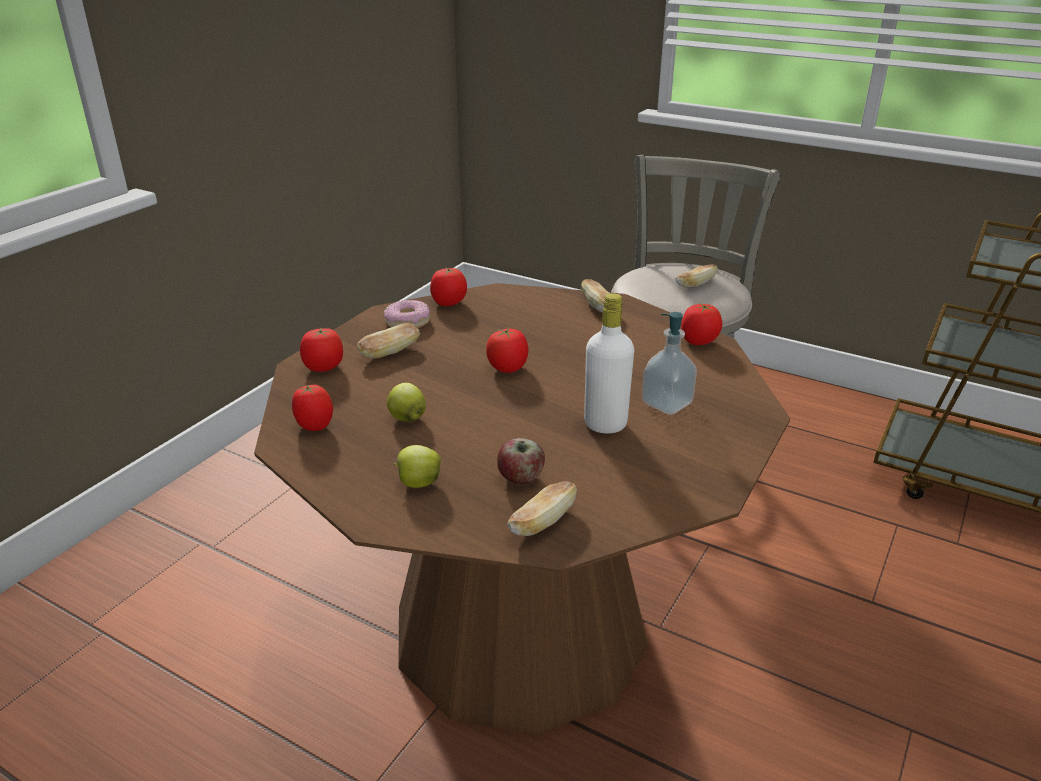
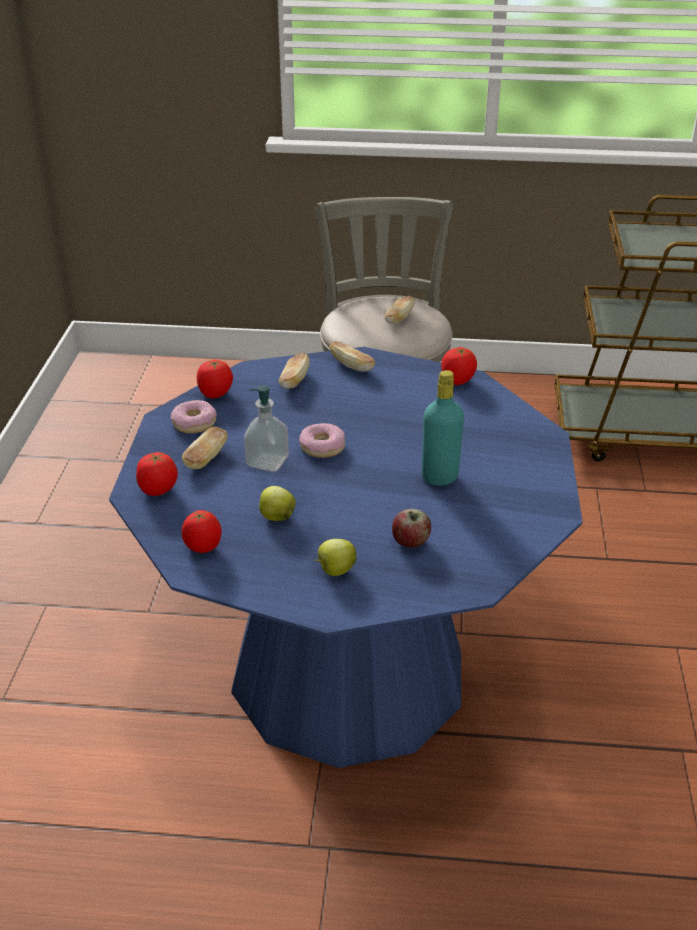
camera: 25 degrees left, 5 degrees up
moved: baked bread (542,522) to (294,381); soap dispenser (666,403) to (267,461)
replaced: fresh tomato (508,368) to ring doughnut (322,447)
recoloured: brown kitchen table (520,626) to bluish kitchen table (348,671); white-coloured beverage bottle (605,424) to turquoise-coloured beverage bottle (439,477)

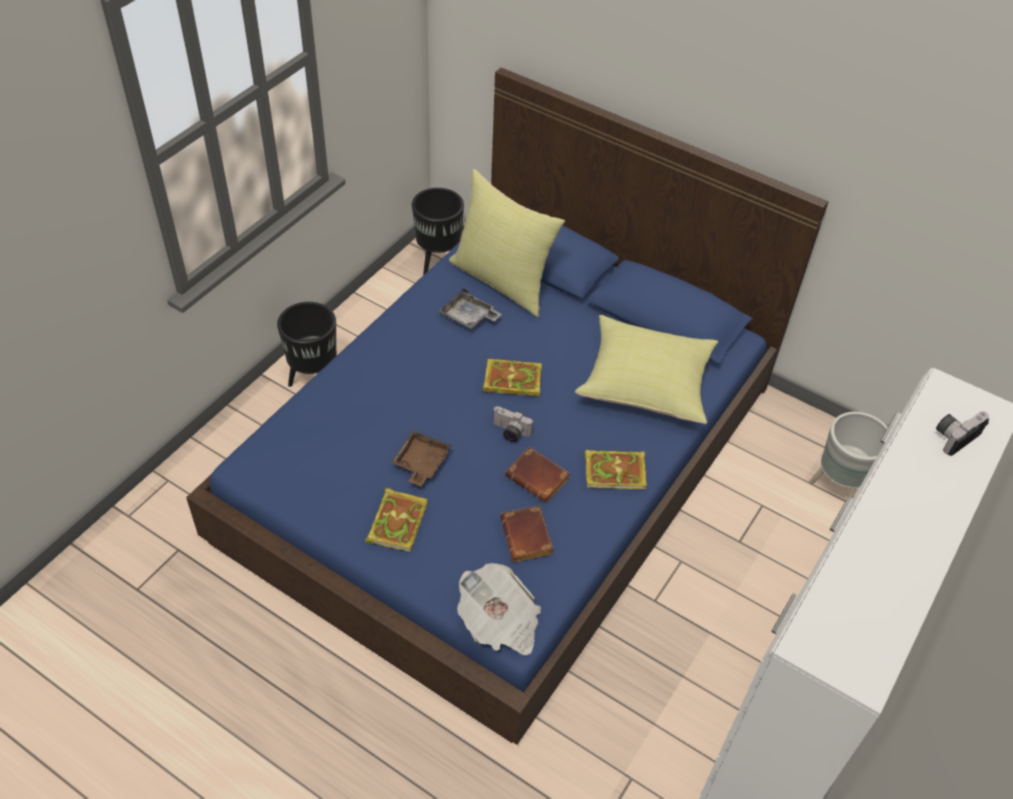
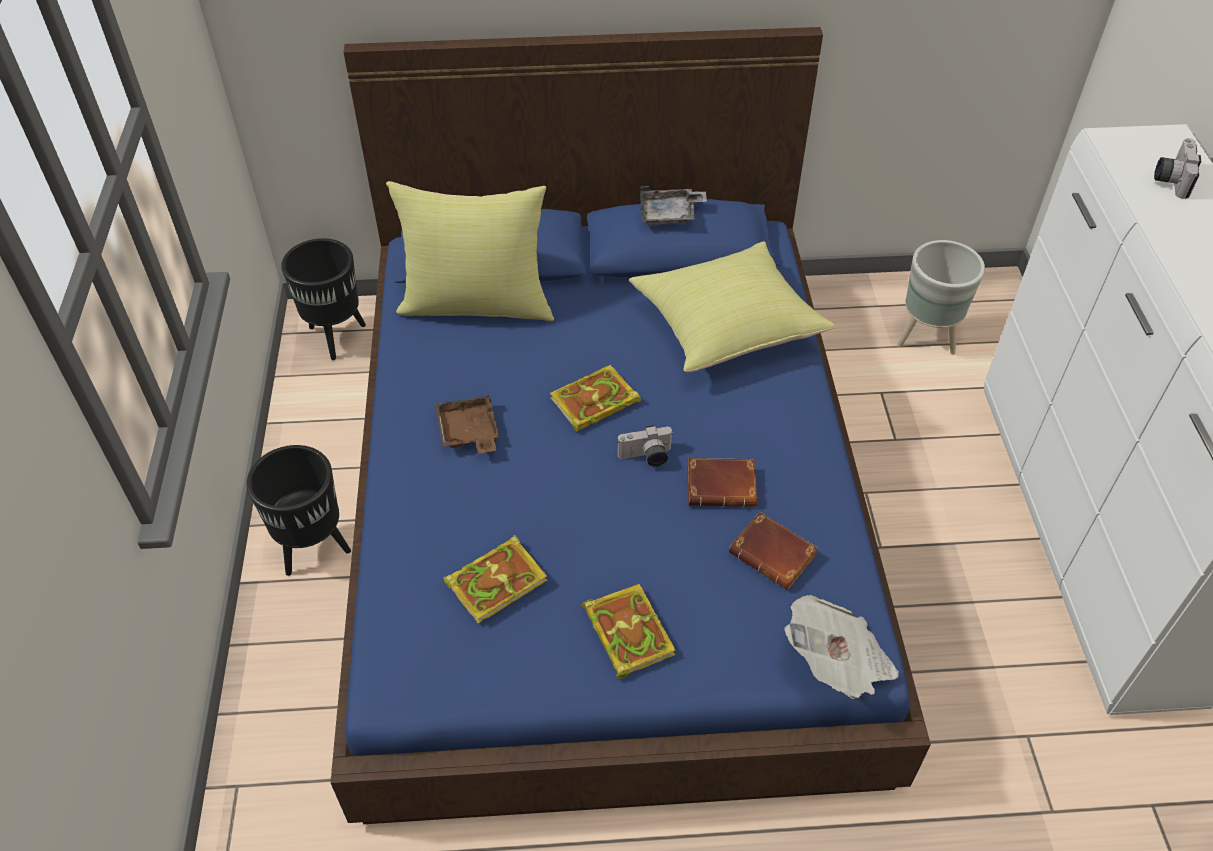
camera: 35 degrees left, 0 degrees up
moved: brown serving tray (421,463) to (469,432); grey serving tray (469,317) to (670,214); volume (616,471) to (498,580)

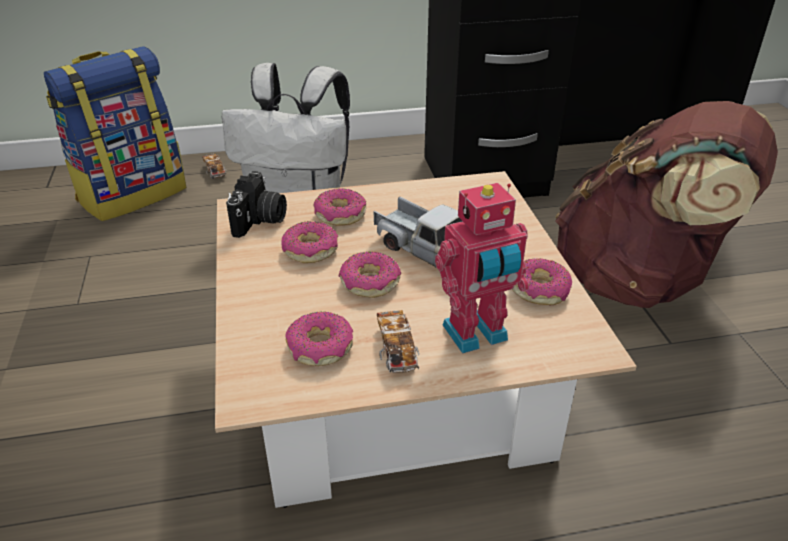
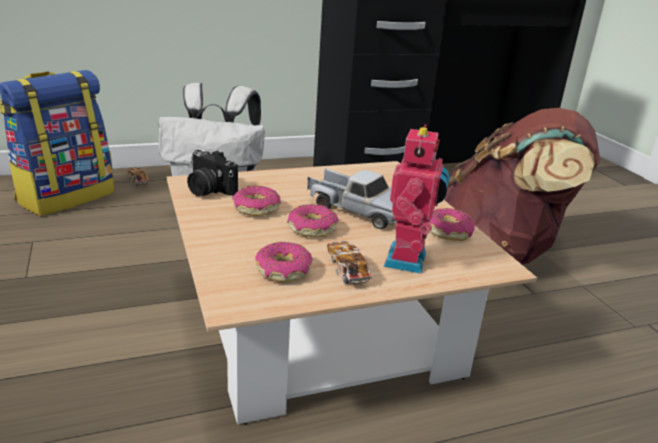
camera: 10 degrees left, 10 degrees down
removed: ring doughnut (340,215)
turned: photo camera (260,221) = (208,190) 120 degrees clockwise; robot figure (477,335) = (409,260) 45 degrees counterclockwise

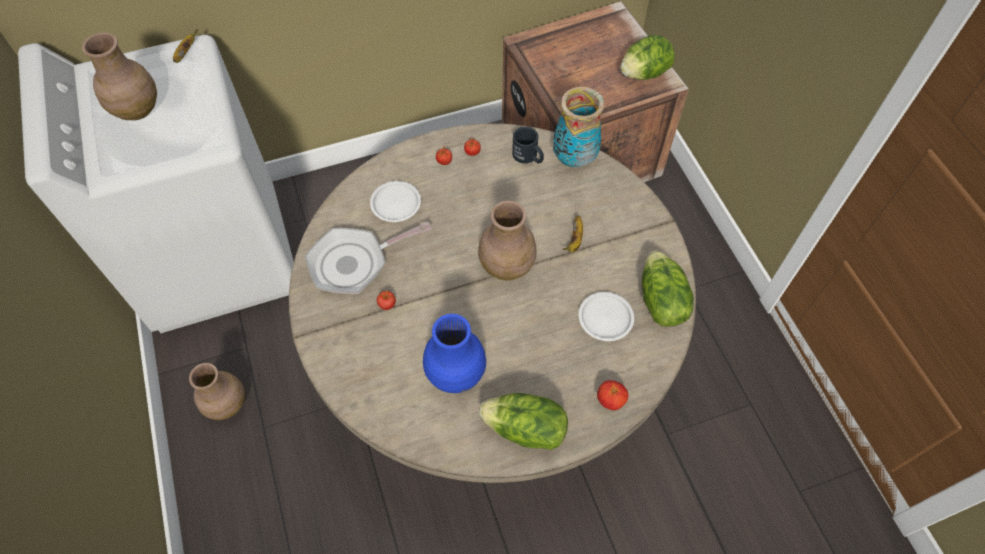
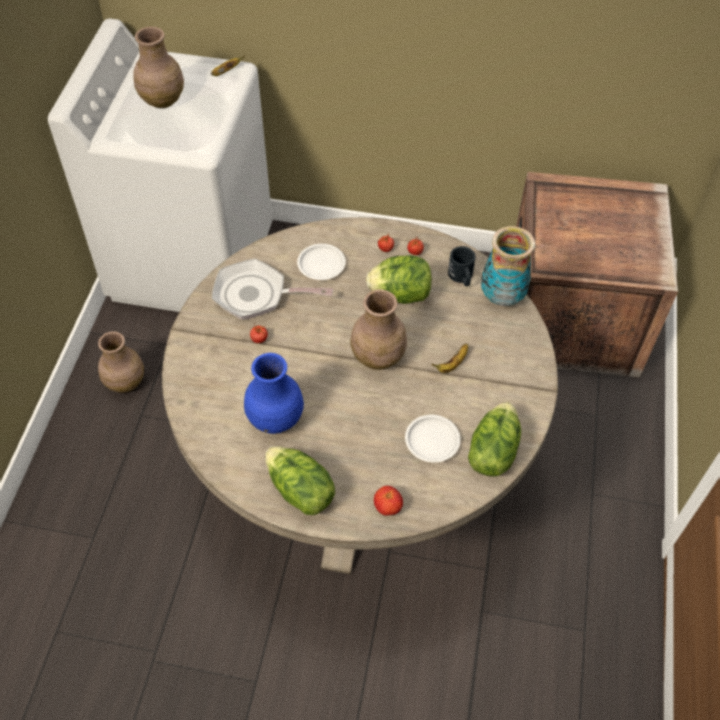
camera: 30 degrees right, 5 degrees down
moved: lettuce (644,73) to (400,295)

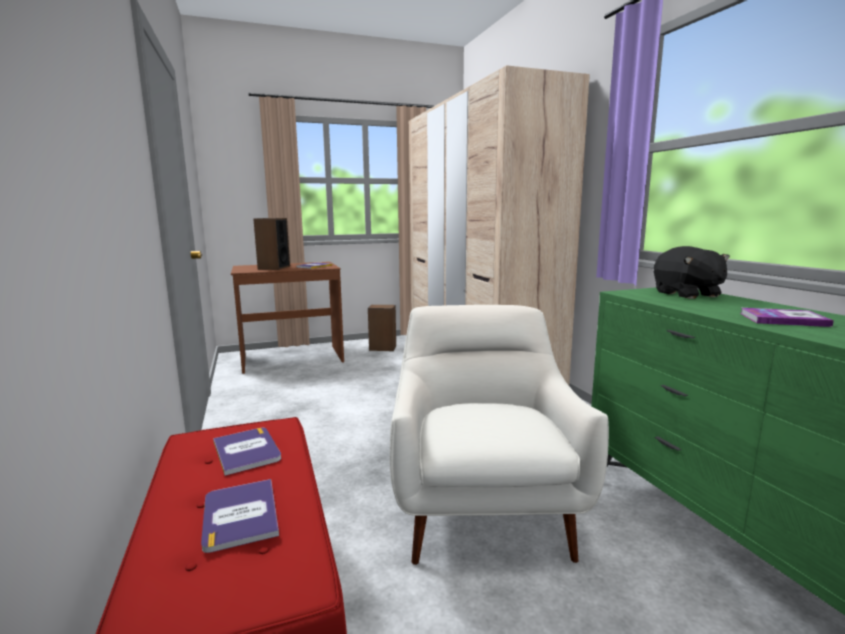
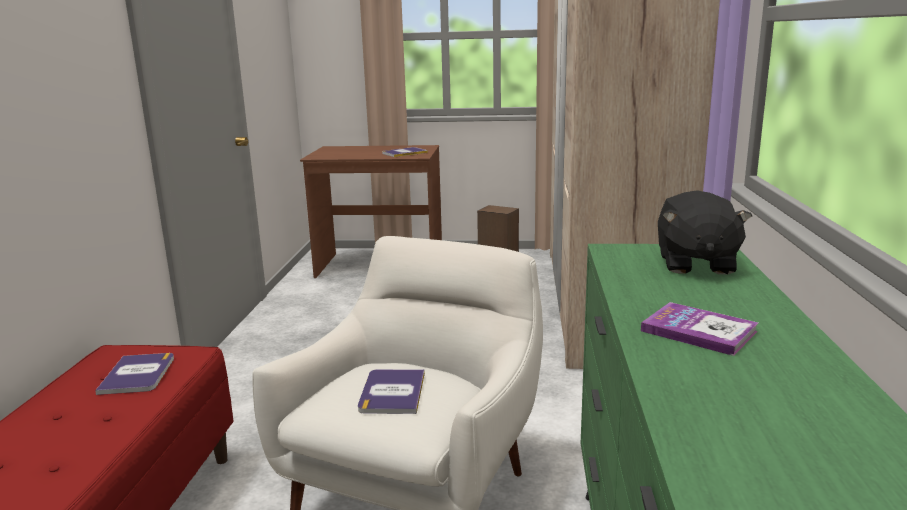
camera: 25 degrees right, 5 degrees up
removed: speaker (274,268)
moved: volume (240,515) to (392,392)

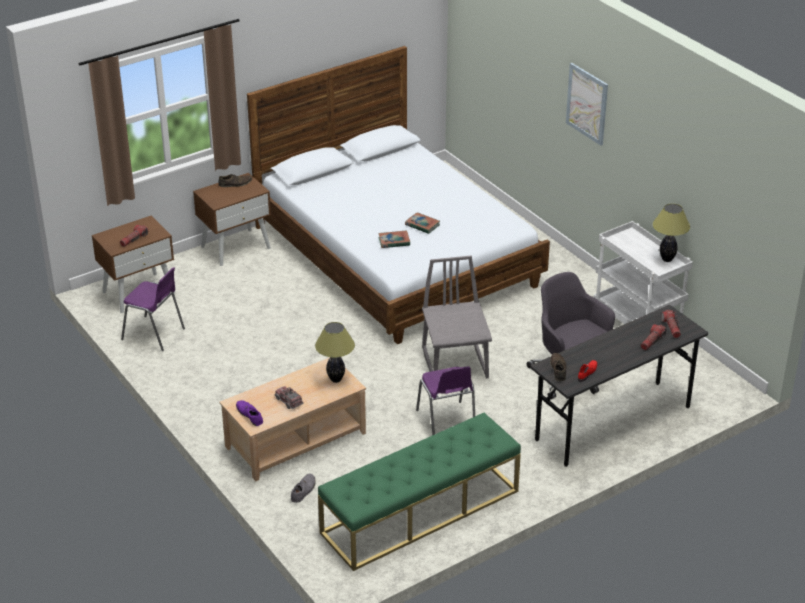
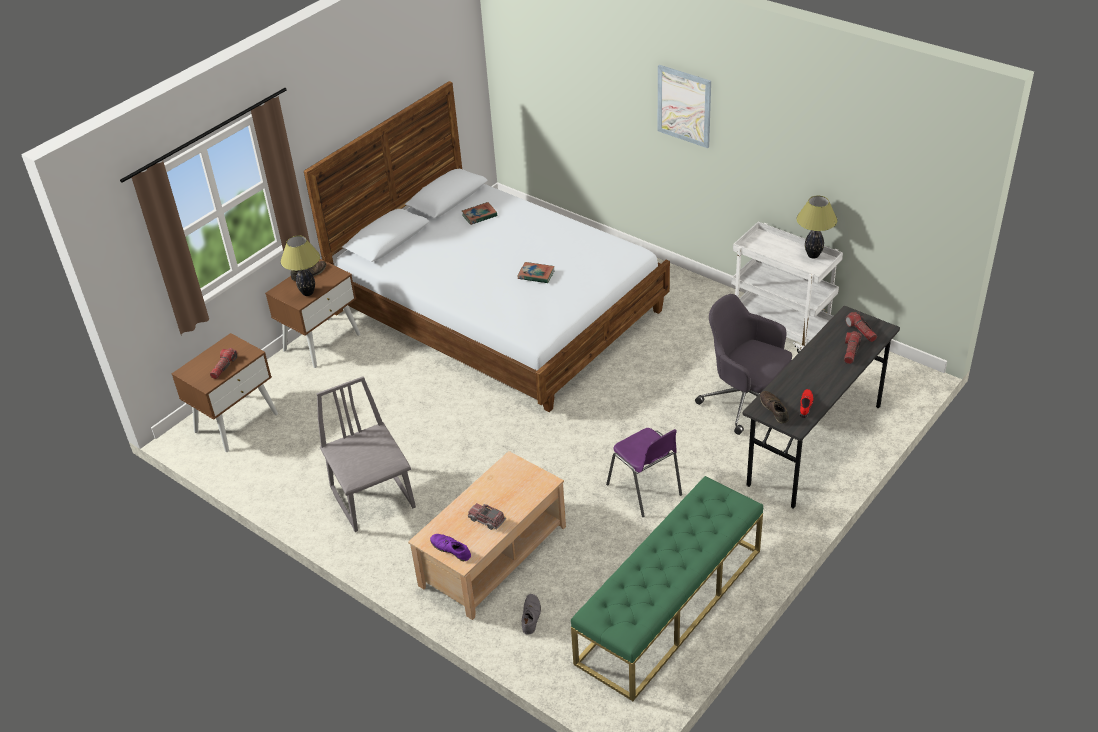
camera: 15 degrees left, 5 degrees up
removed: purplish plain chair (154,334)
moved: tabletop lamp (335,379) to (307,293); volume (394,241) to (479,215); grey plain chair (456,363) to (373,498)

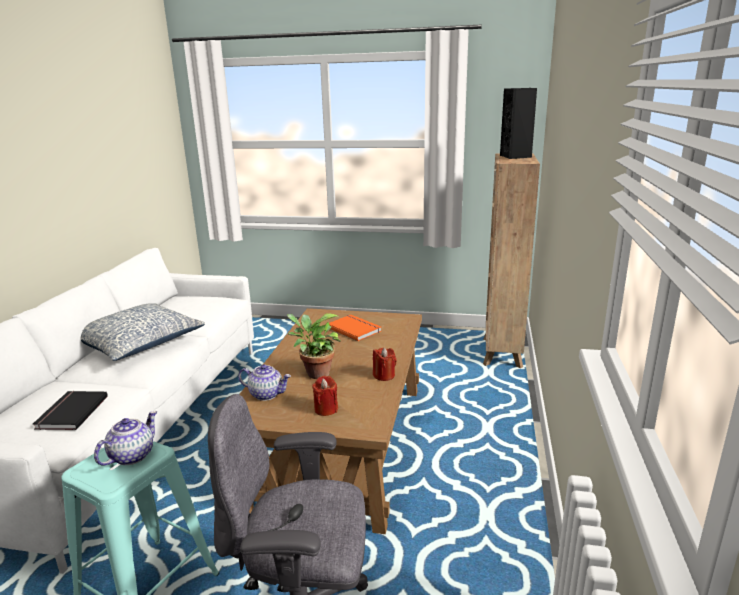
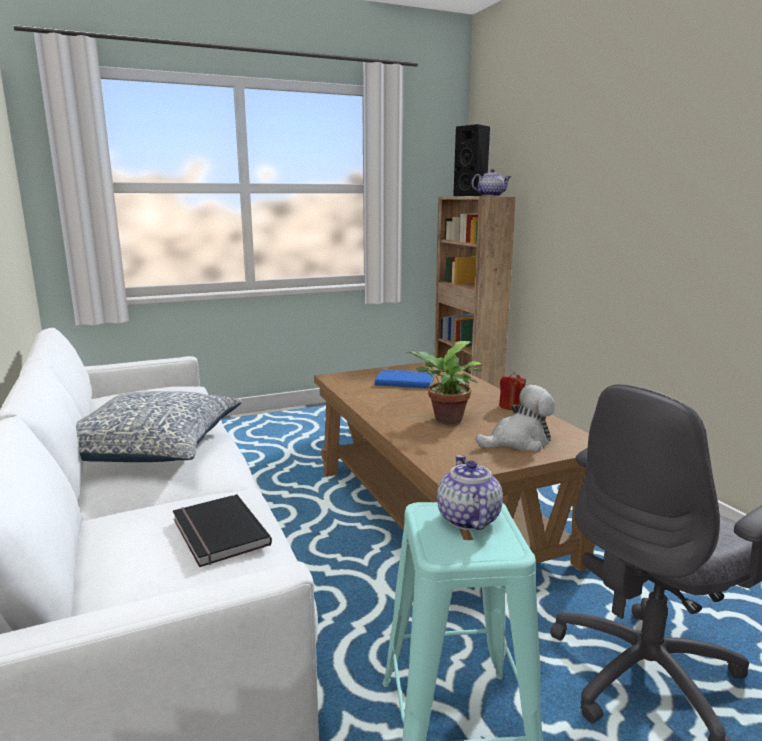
camera: 35 degrees left, 5 degrees down
moved: pot for tea (267,394) to (490,196)
replaced: red wax candle (326,409) to plush toy (518,441)
recoloured: orange volume (355,329) to bluish volume (405,381)

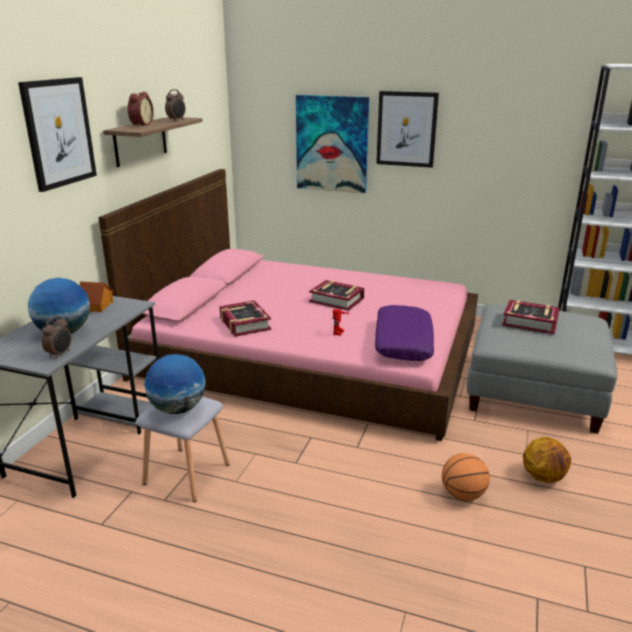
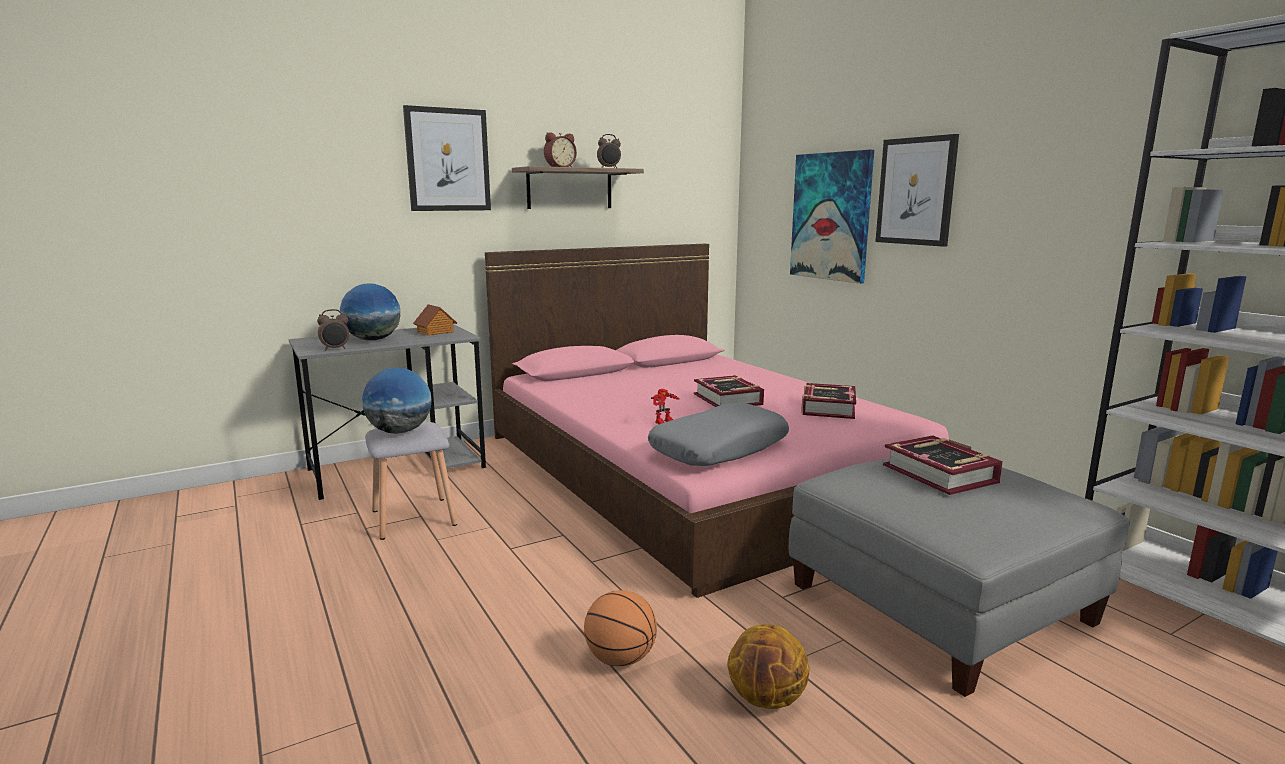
camera: 40 degrees right, 10 degrees down
moved: volume (244,323) to (828,408)
recoloured: purplish pillow (402,342) to grey pillow (719,449)

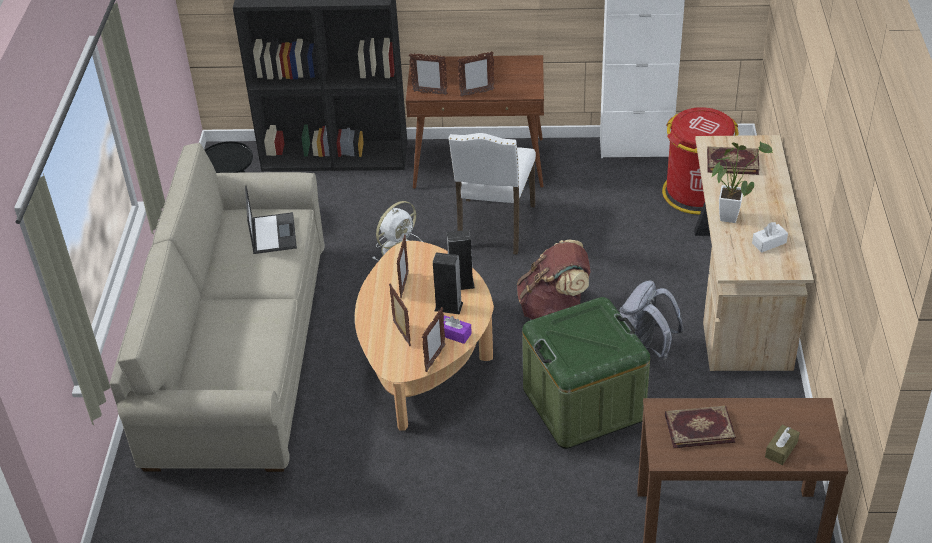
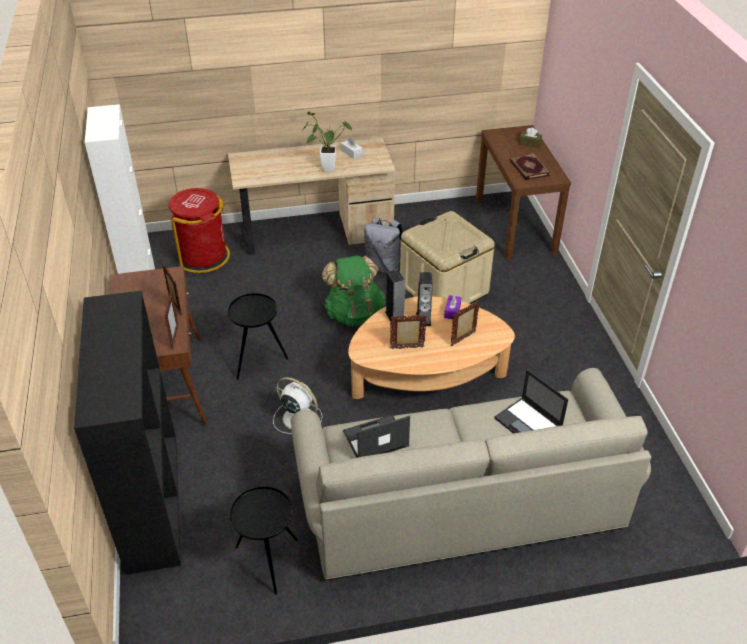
camera: 105 degrees left, 0 degrees up
removed: photo frame (435,359); volume (732,162)
added: laptop (529,423)
replaced: white-coloured plain chair (493,227) to blackish side table (258,361)
recoloured: brown rucksack (554,310) to greenish rucksack (354,314); greenish storage container (583,404) to beige-coloured storage container (444,289)

